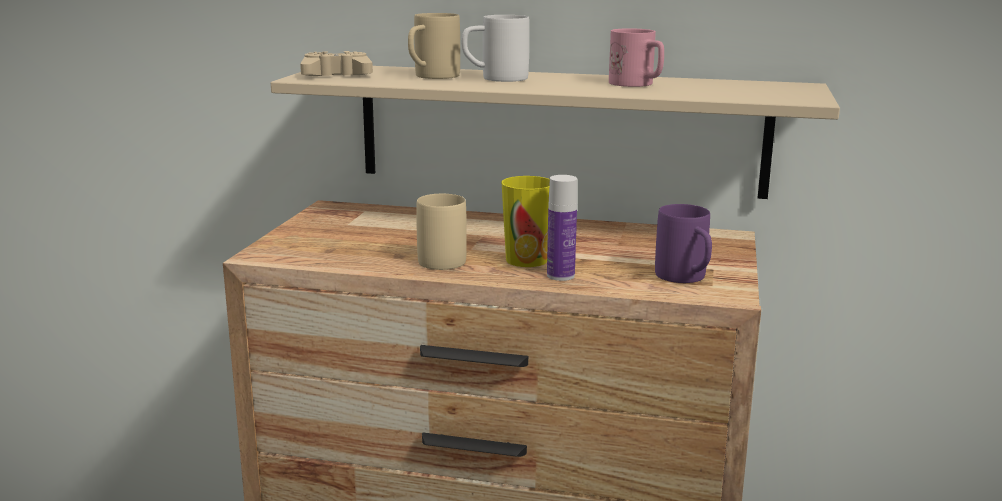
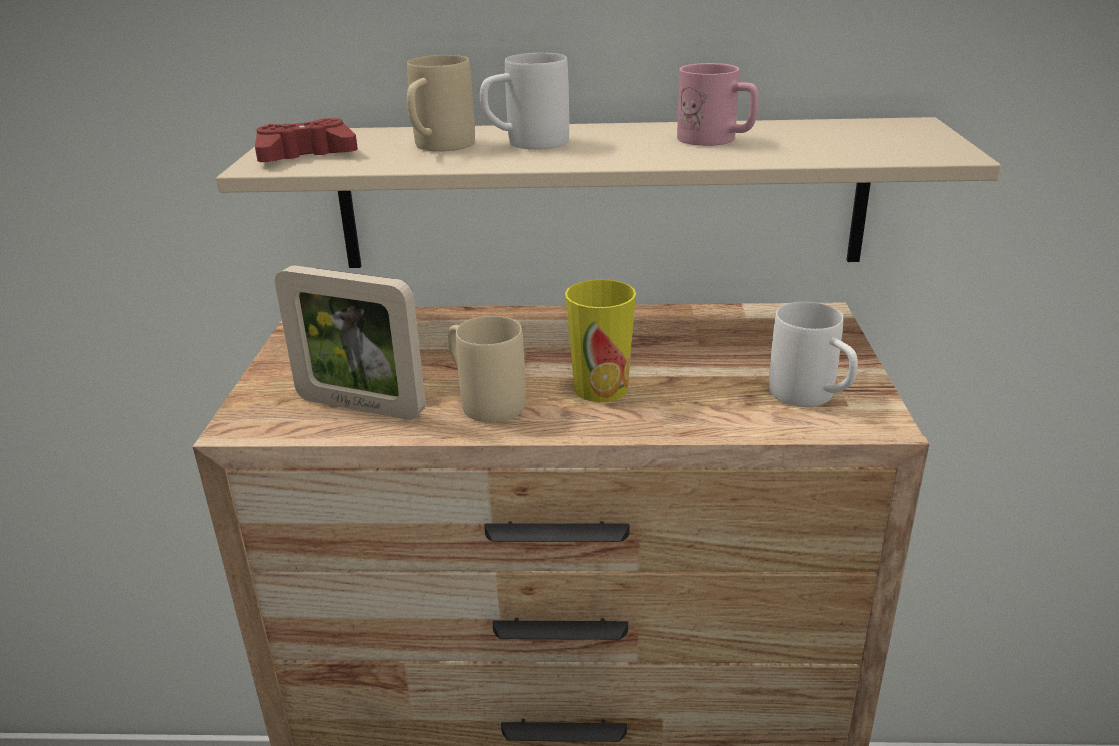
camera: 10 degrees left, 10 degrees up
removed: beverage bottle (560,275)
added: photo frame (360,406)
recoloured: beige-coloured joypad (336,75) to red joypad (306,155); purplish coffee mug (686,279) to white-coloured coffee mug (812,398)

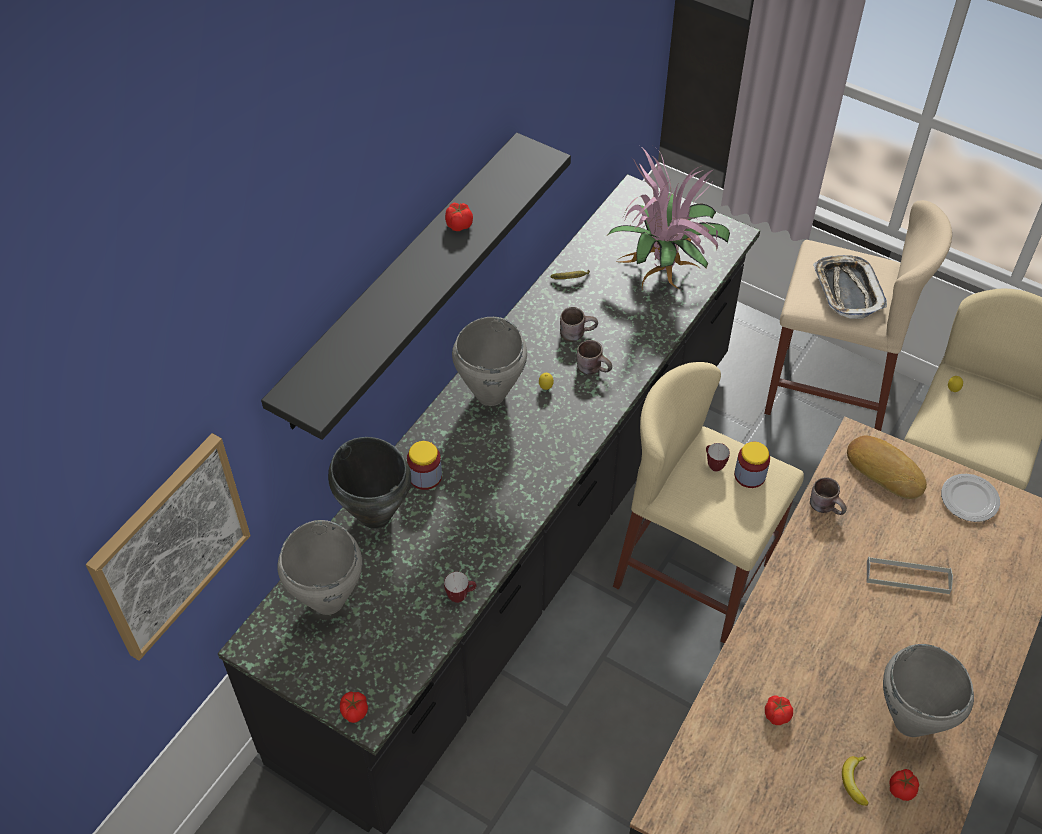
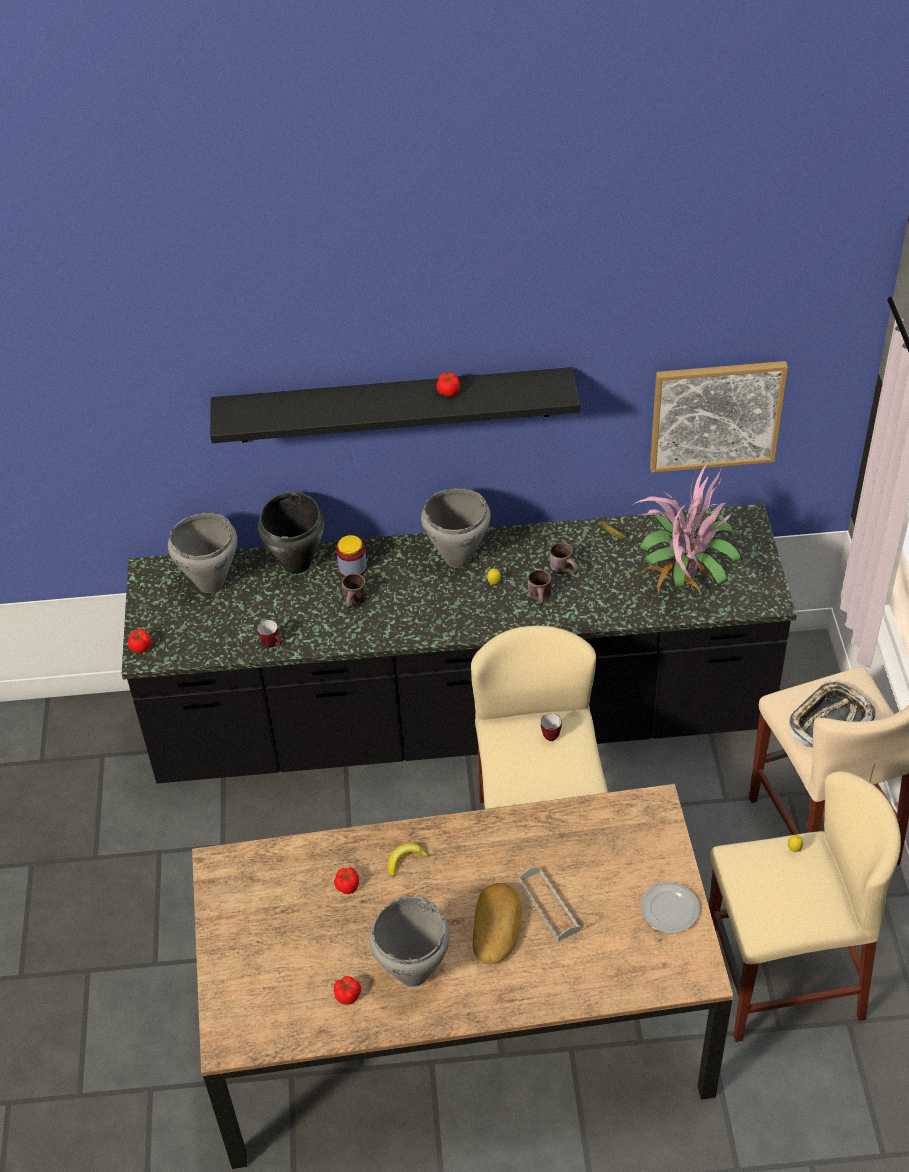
camera: 55 degrees right, 5 degrees down
removed: storage jar (749,475)
moved: wall picture (170,546) to (716,415); brown coffee mug (827,505) to (356,602); whole banana (854,781) to (405,860); baked bread (885,470) to (498,926)

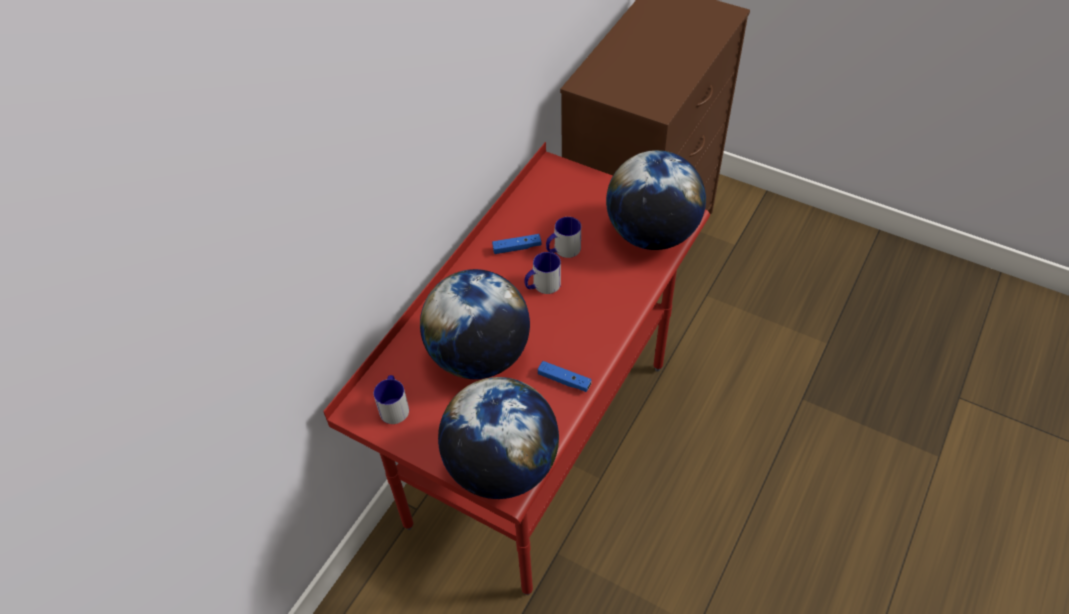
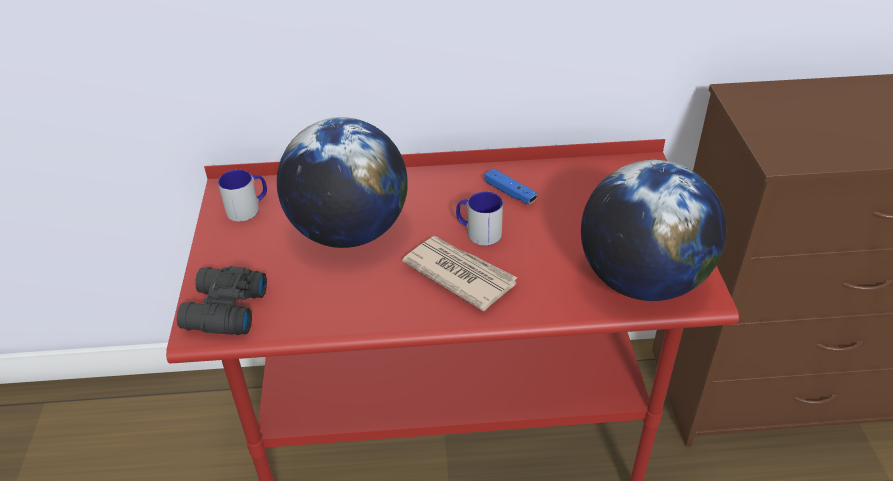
camera: 55 degrees right, 10 degrees down
removed: bluish joypad (564,380); coffee mug (563,250)
added: newspaper (459,274)
replaced: desk globe (502,466) to blackish pair of binoculars (223,311)

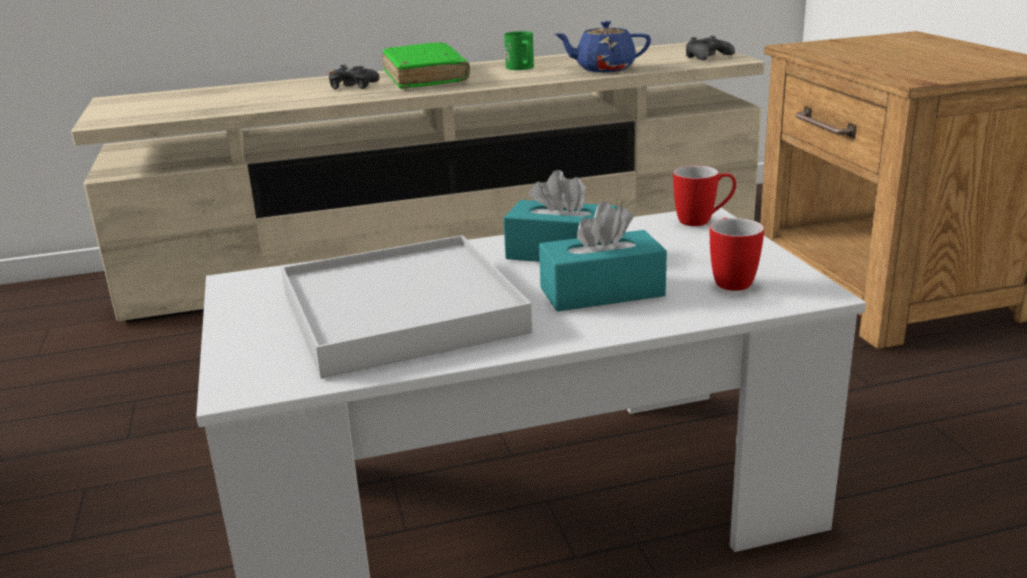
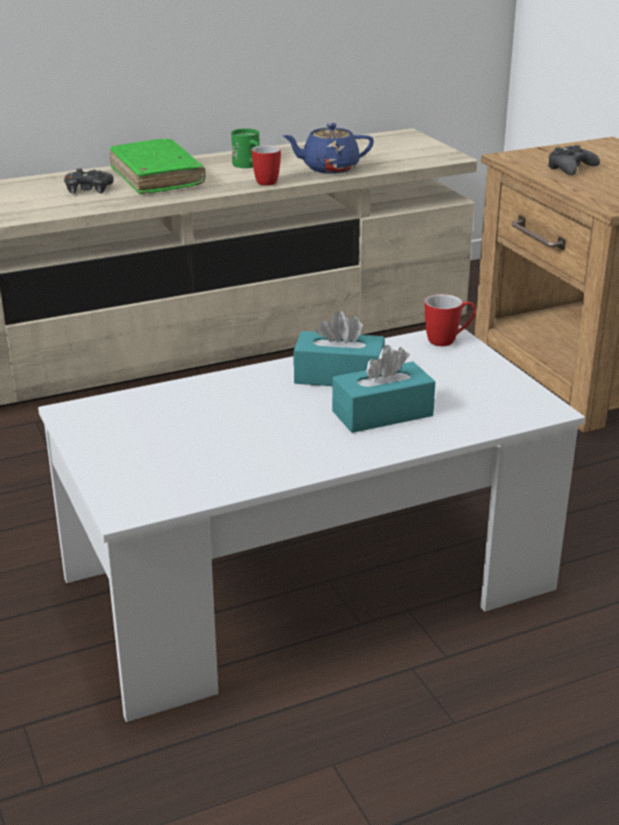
camera: 10 degrees left, 5 degrees up
removed: white-coloured serving tray (402,313)
moved: blackish joypad (707,57) to (571,168); coffee mug (730,280) to (265,181)

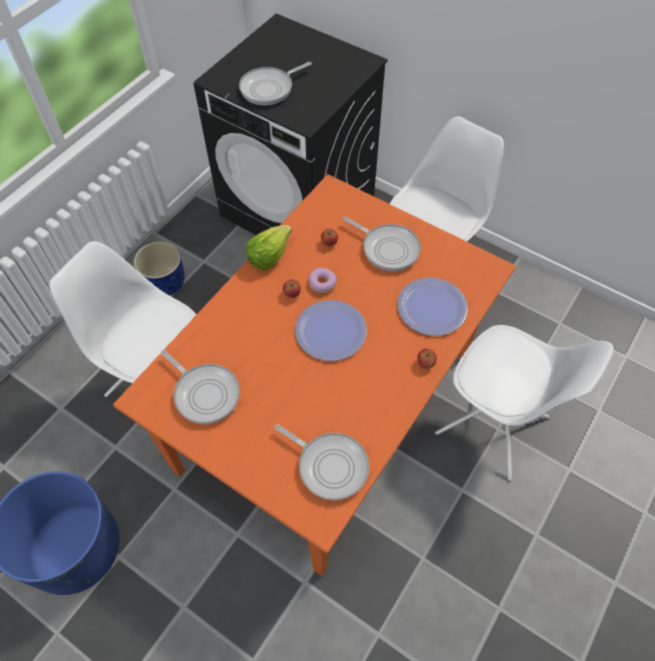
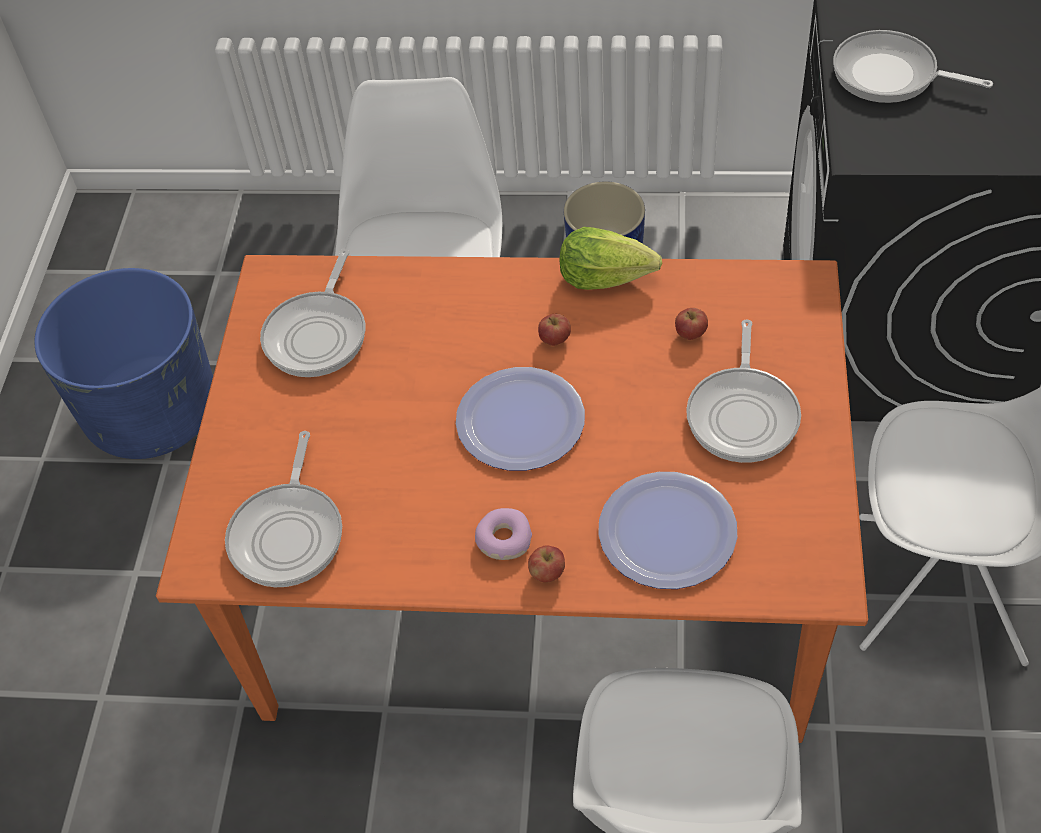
camera: 65 degrees right, 5 degrees down
moved: ring doughnut (322,283) to (503,539)

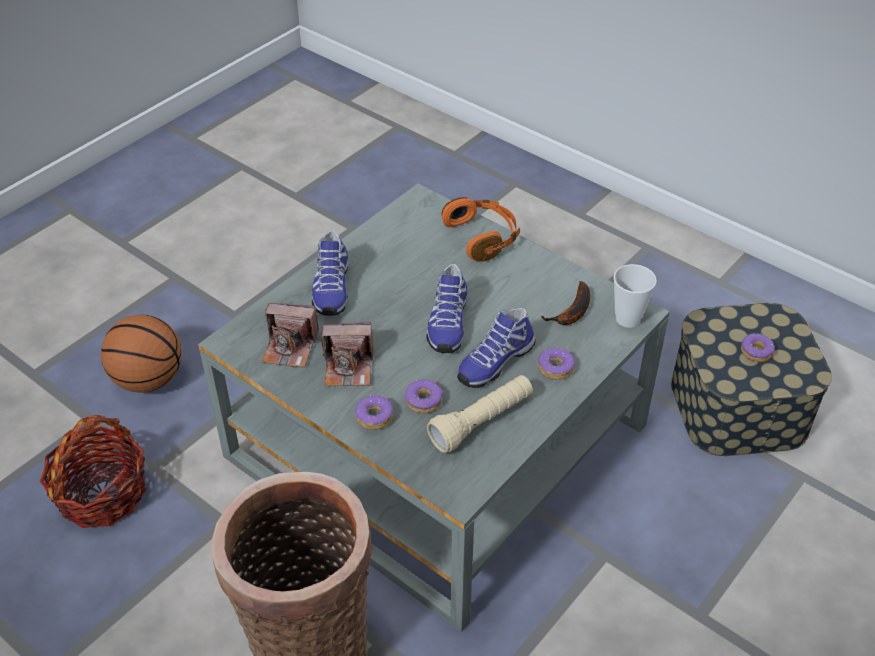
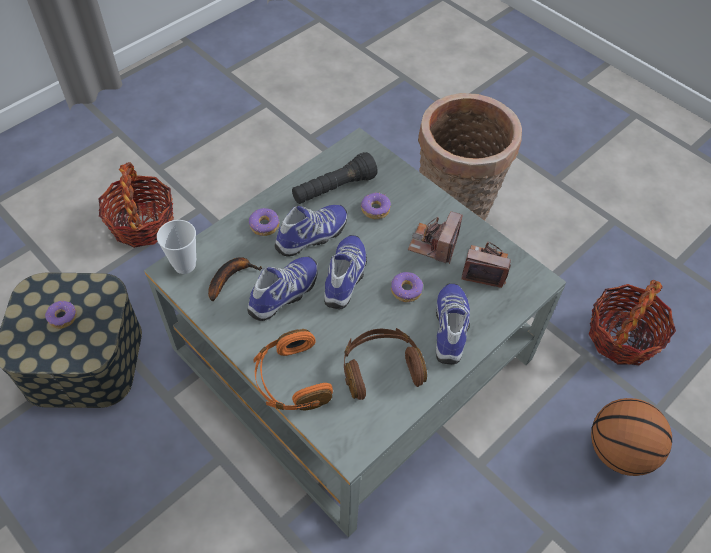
camera: 175 degrees left, 10 degrees up
added: household basket (142,223); shoe (285,294); brown headset (381,368)
moved: ring doughnut (374,417) to (406,290)
recoloured: beige-coloured torch (481,422) to blackish torch (334,189)
turned: photo camera (349,367) = (434,244) 75 degrees counterclockwise

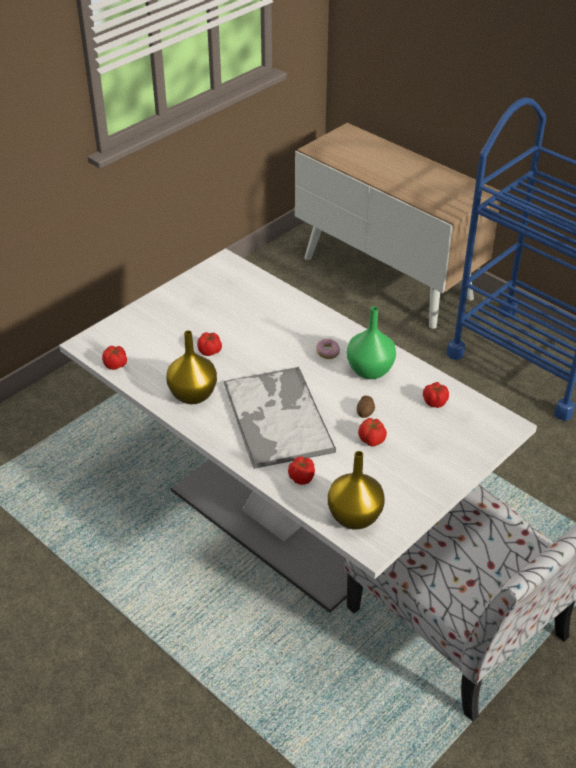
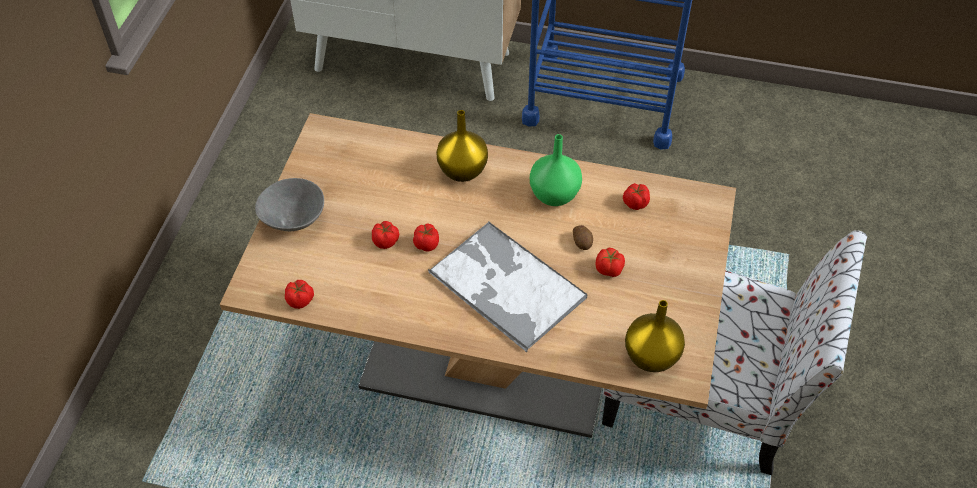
camera: 30 degrees left, 10 degrees up
removed: ring doughnut (327,353)
added: grey serving bowl (293,220)
moved: yellowish vase (194,395) to (463,170); fresh tomato (302,477) to (426,243)
recoloured: white-coloured kitchen table (287,515) to brown kitchen table (488,359)

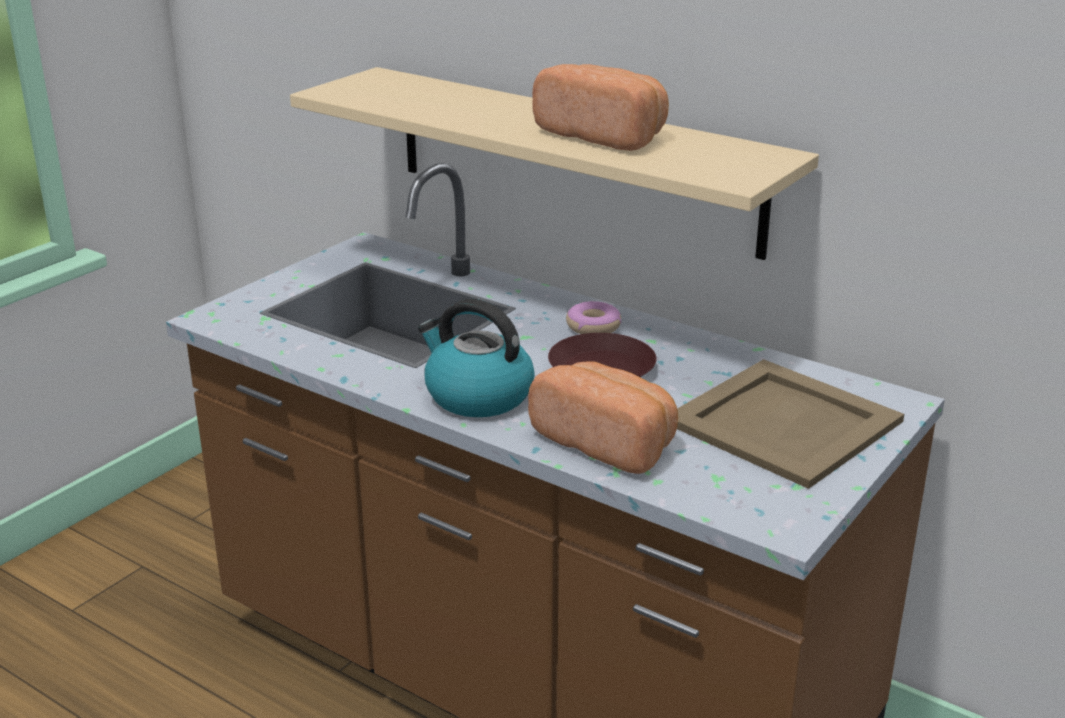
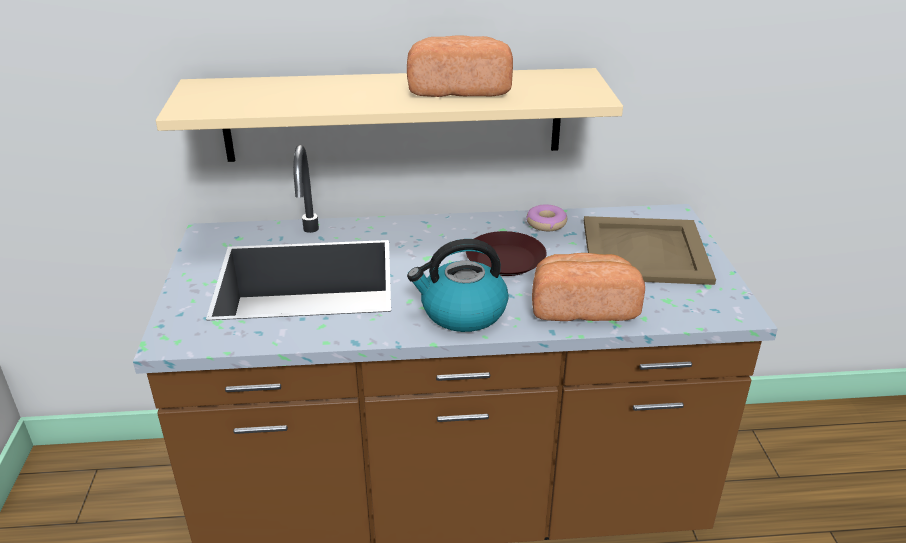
camera: 40 degrees left, 5 degrees up
moved: ring doughnut (593,327) to (546,223)

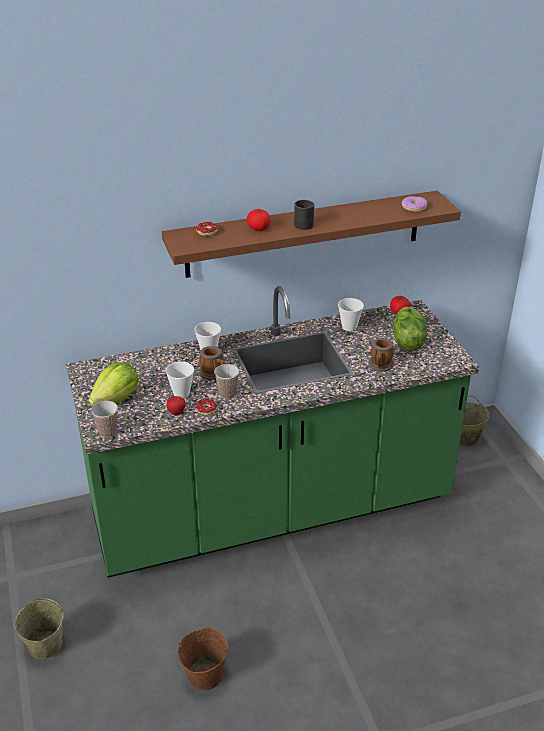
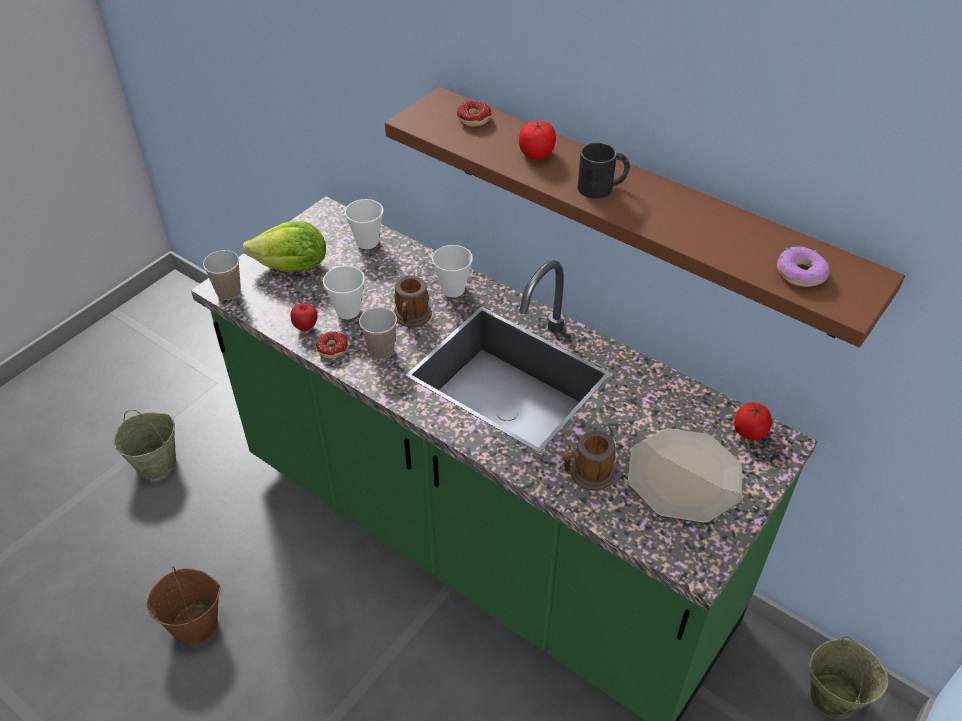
camera: 55 degrees right, 10 degrees up
moved: drinking cup (349,327) to (367,242)
replaced: lettuce (407,341) to plate (683,476)

